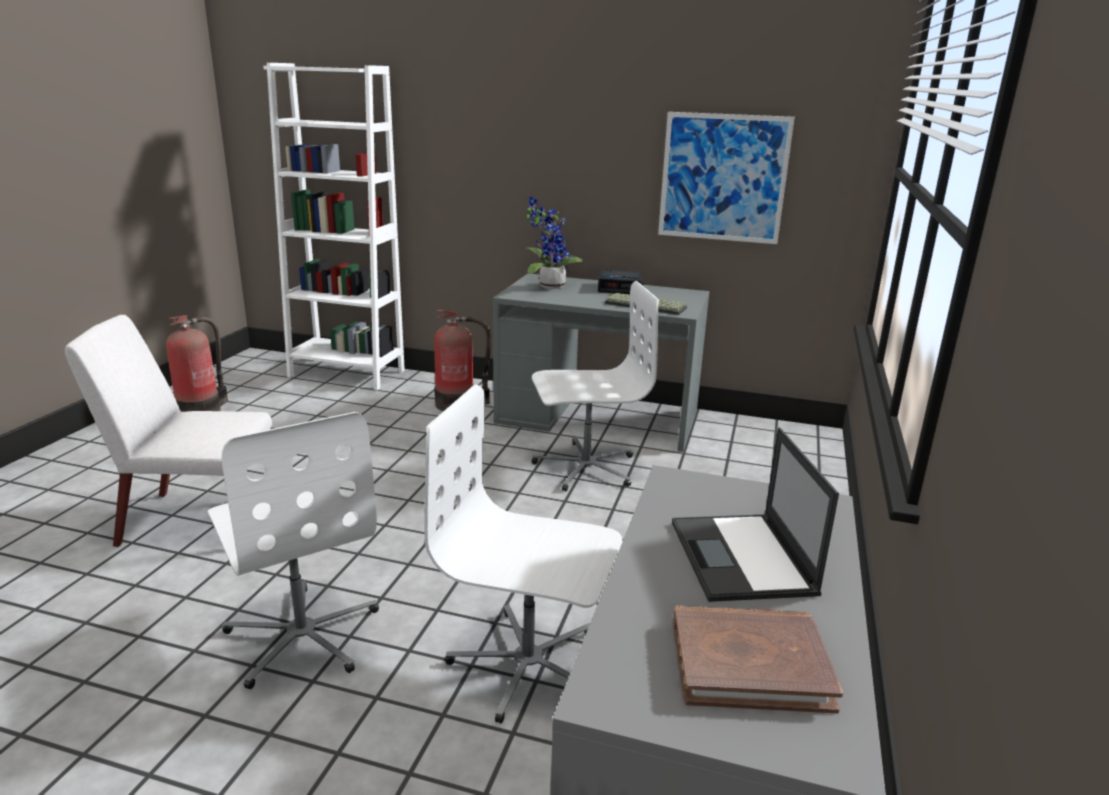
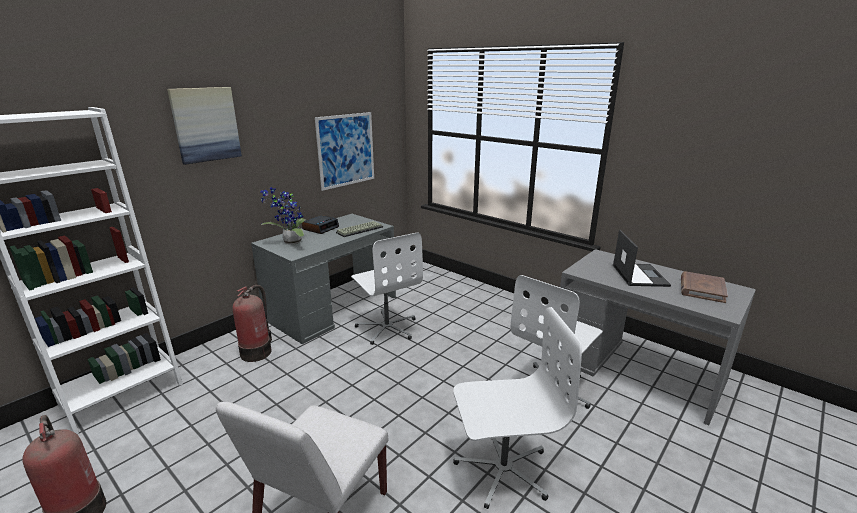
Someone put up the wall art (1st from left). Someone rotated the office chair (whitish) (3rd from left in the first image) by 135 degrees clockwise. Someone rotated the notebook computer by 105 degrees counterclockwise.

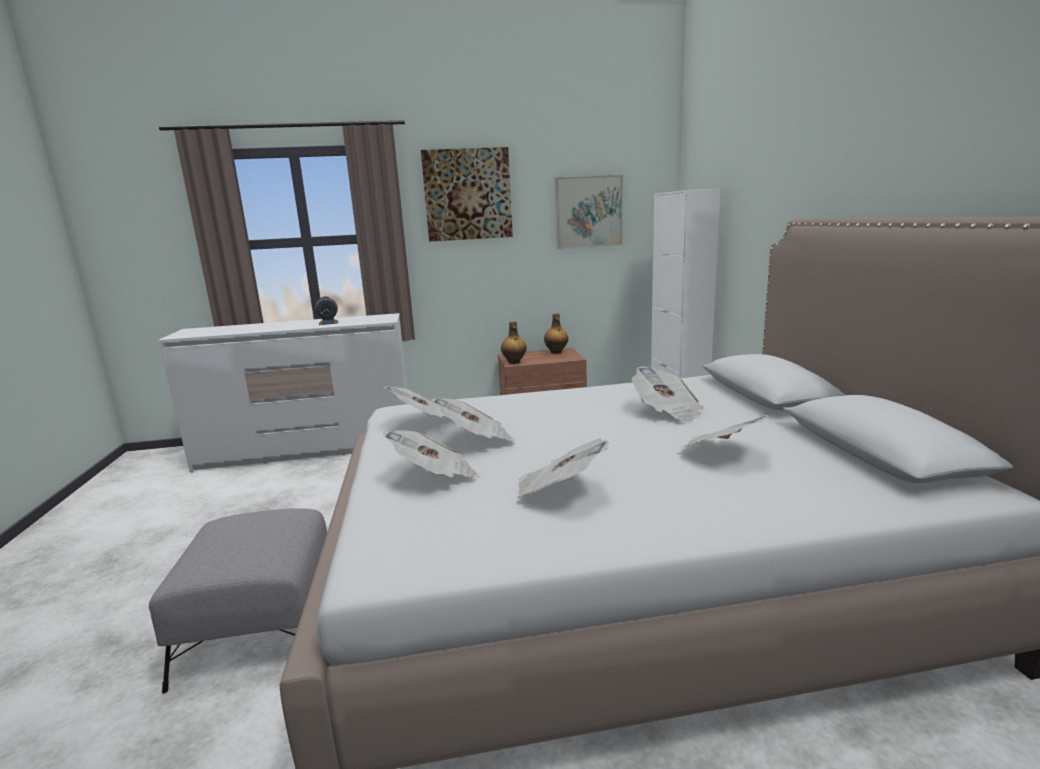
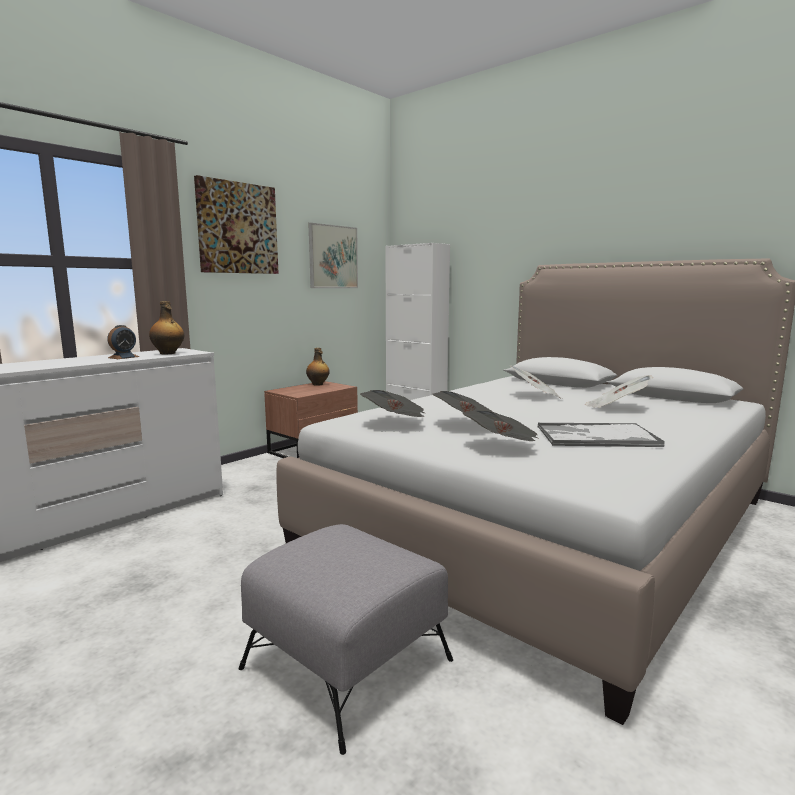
Someone carried the bottle (1st from left). Someone swapped the daily paper (4th from left) for the tray.

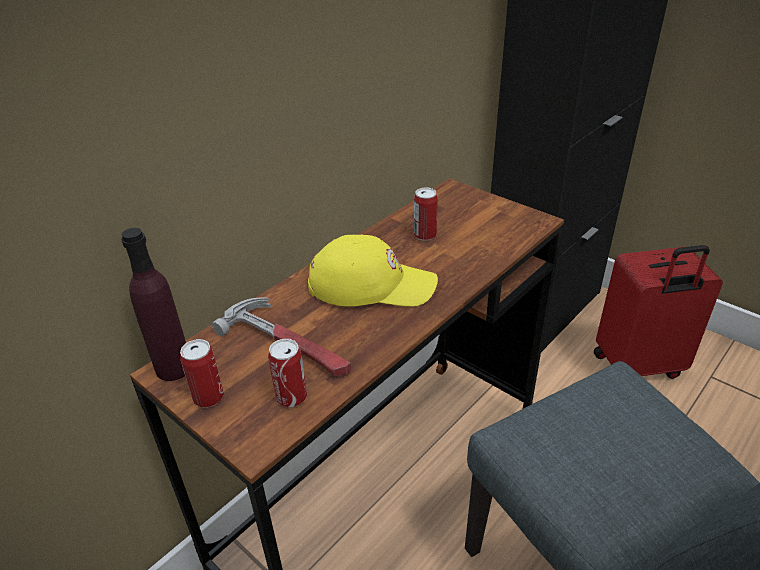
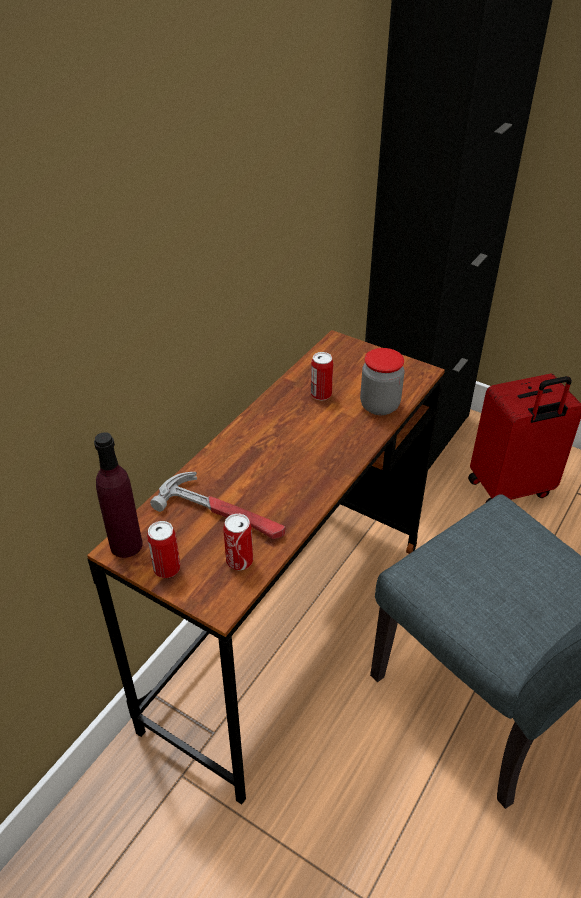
Someone put down the storage jar. Someone took away the cap (yellowish).

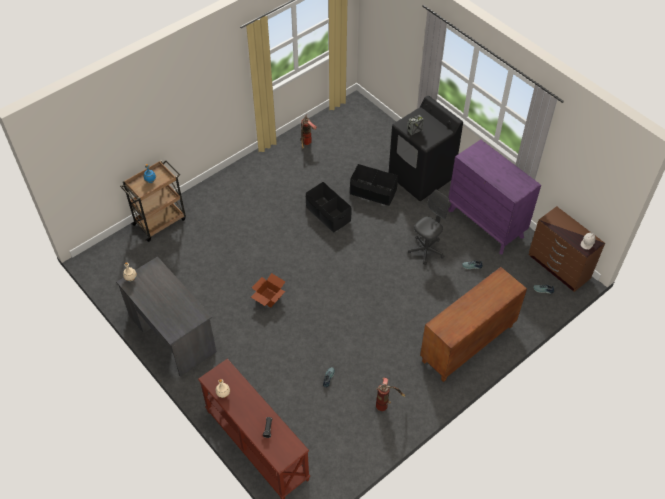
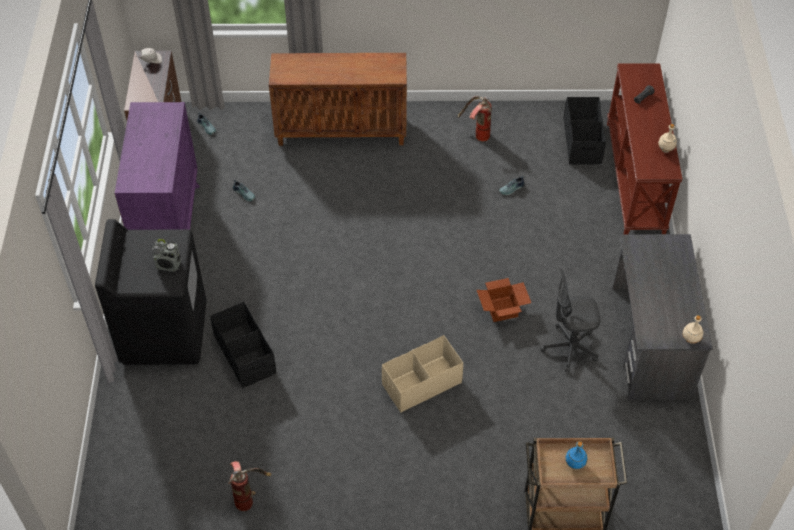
Someone put down the storage container (beige-coloured). Someone carried the office chair (gray). Someone carried the storage container (black) (1st from left in the first image).

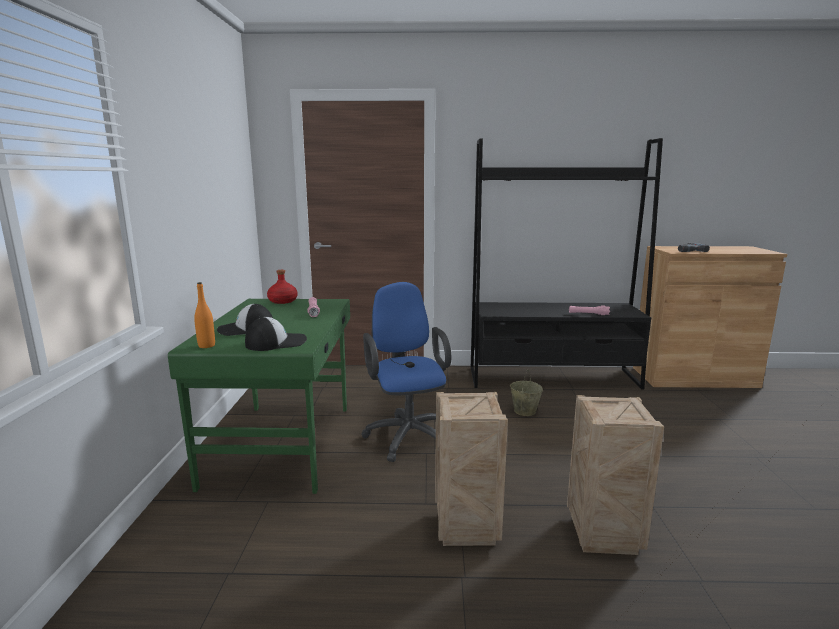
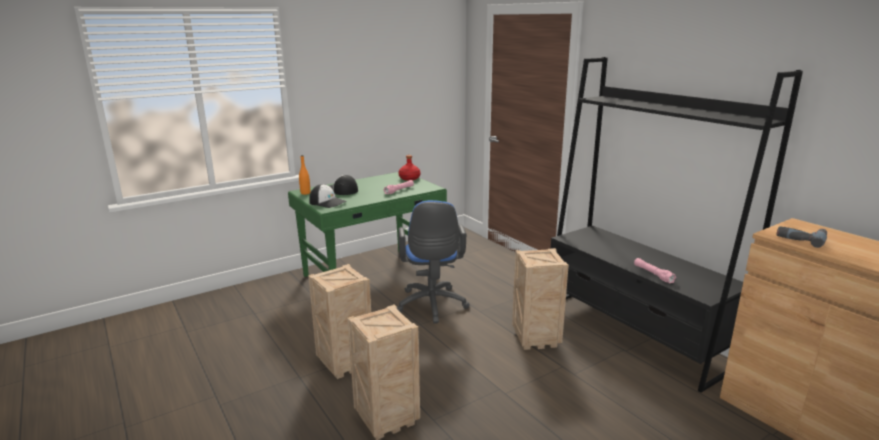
Someone rotated the office chair (bluish) by 135 degrees clockwise. Someone swapped the water bucket (beige-coloured) for the packing crate (3rd from left).

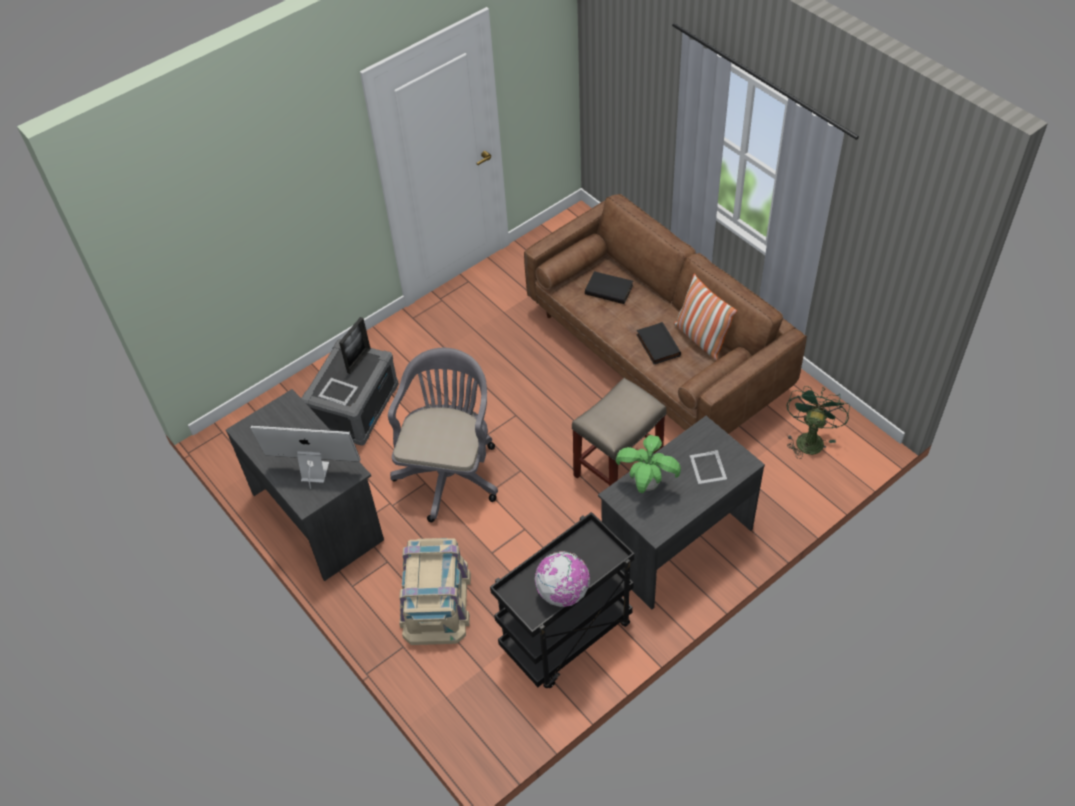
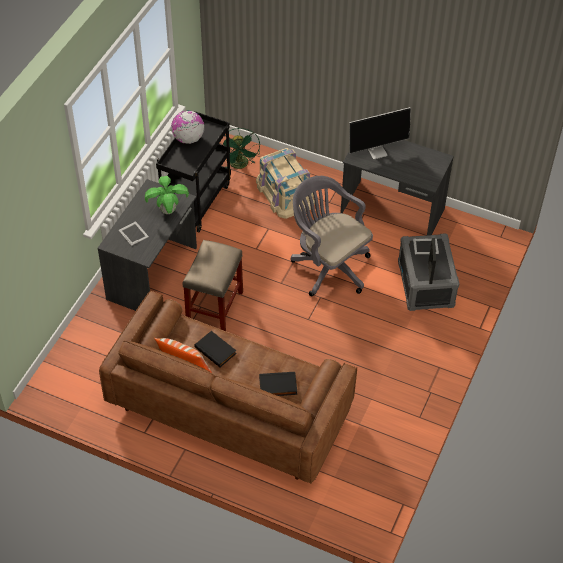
Someone carried the cooling fan (green-coloured). Someone rotated the office chair (gray) by 150 degrees clockwise.

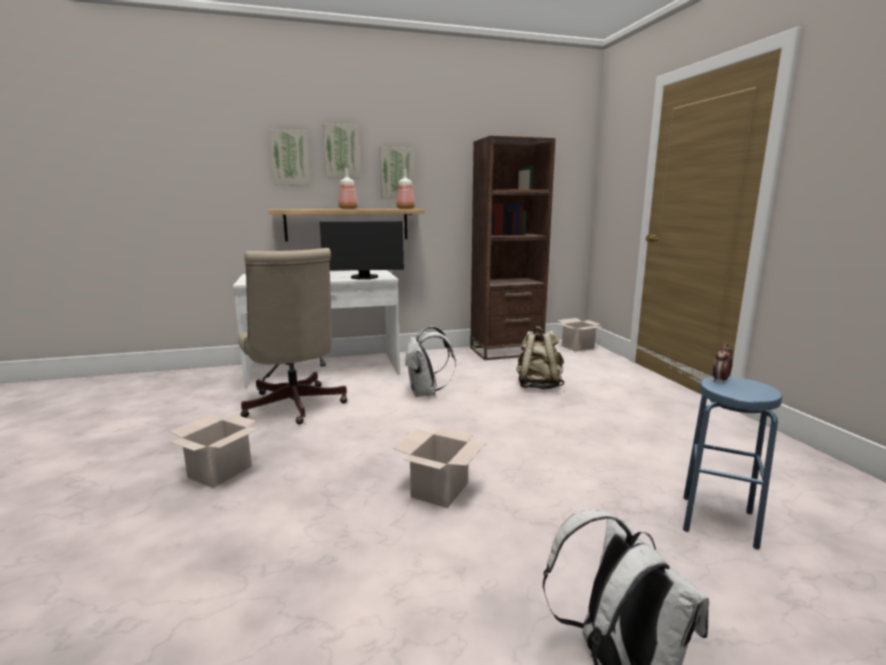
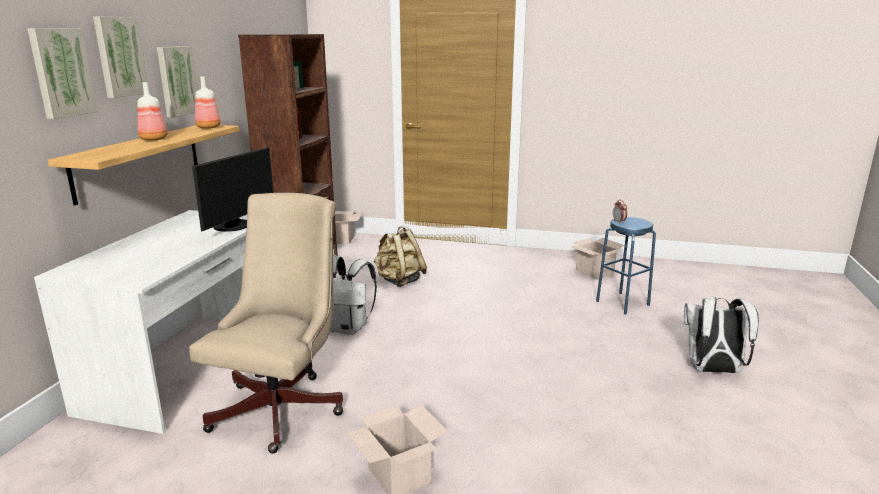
Someone rotated the office chair (beige-coloured) by 75 degrees counterclockwise. Someone carried the cardboard box (2nd from left in the first image).

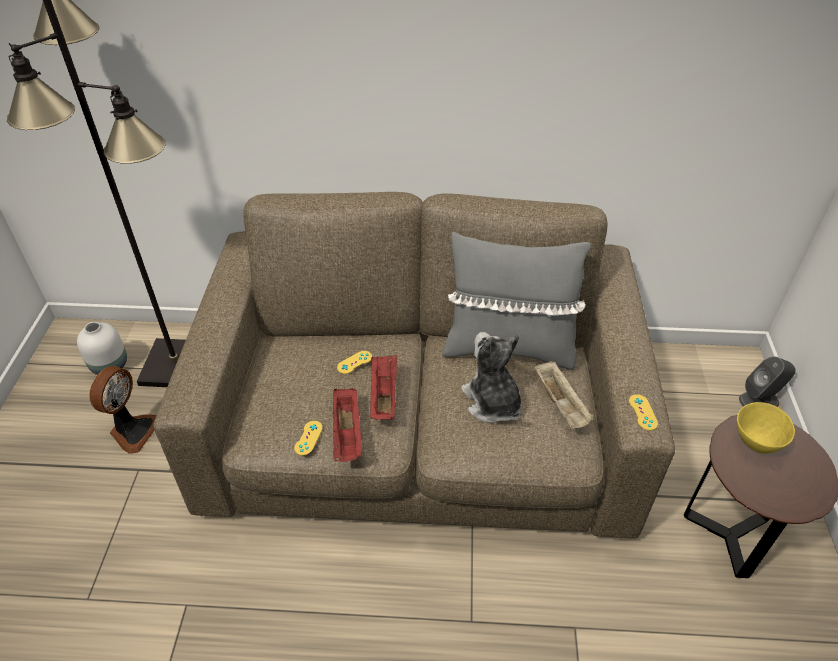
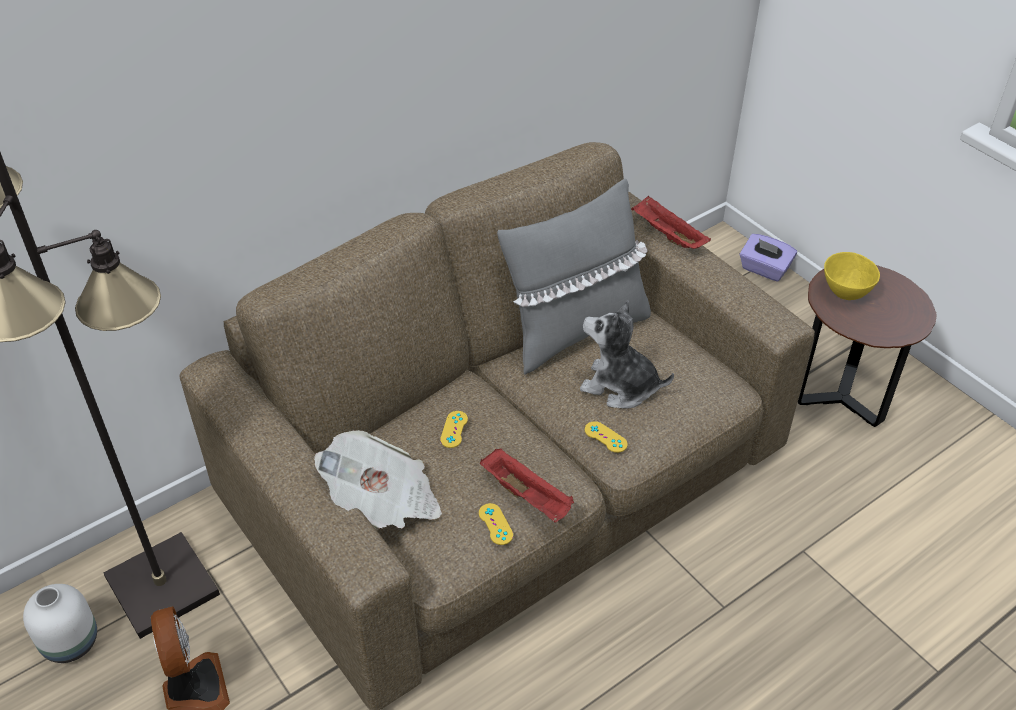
Someone put down the daily paper. Someone carried the gamepad (yellowish) (3rd from left). Someone carried the tray (red) (2nd from left). Someone swapped the audio speaker (gray) for the tissue holder (purplish). Someone took away the tray (beige-coloured).

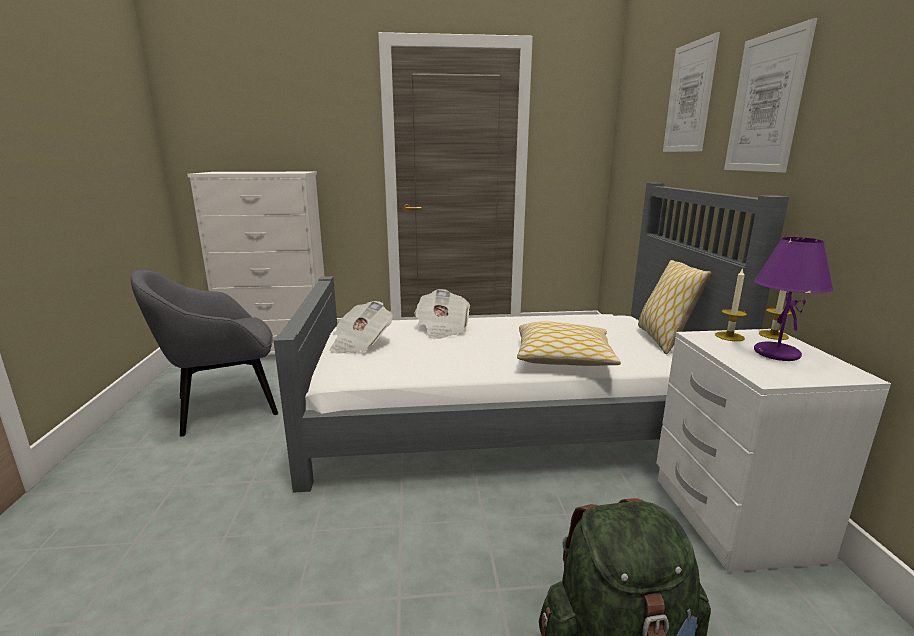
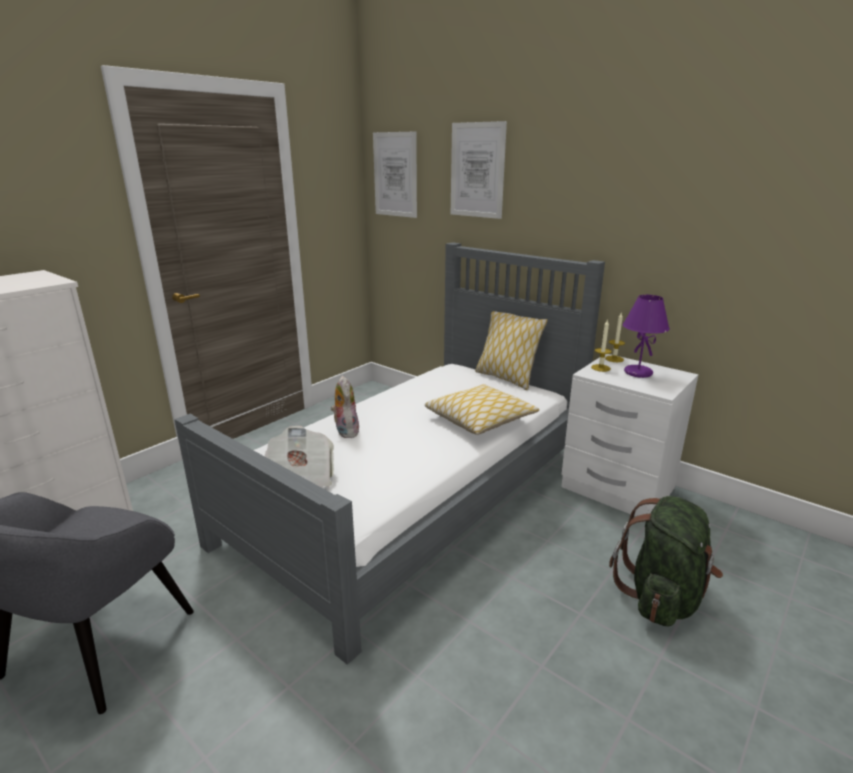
Someone swapped the daily paper (2nd from left) for the soft toy. Someone carried the wall art (2nd from left in the first image).

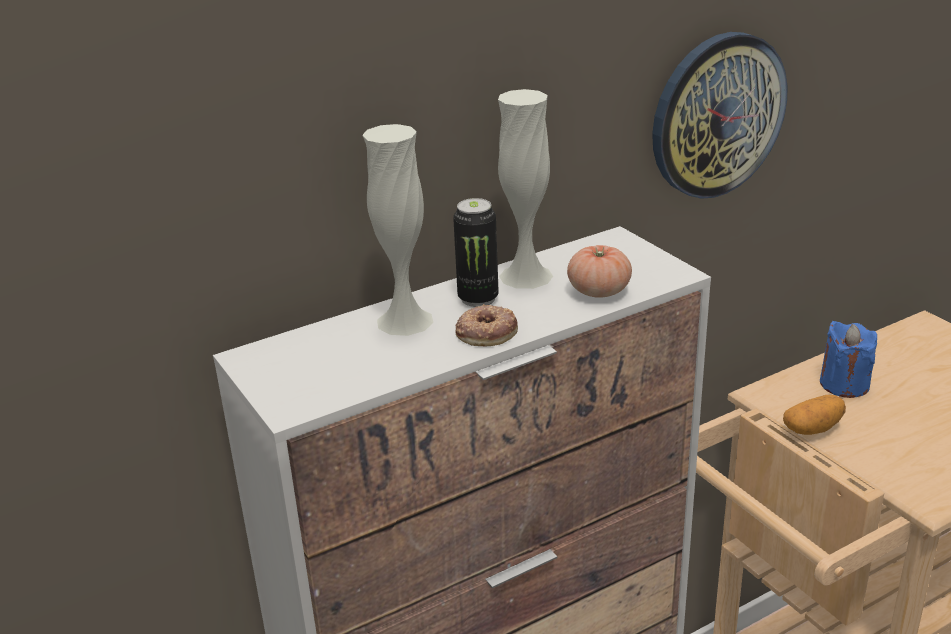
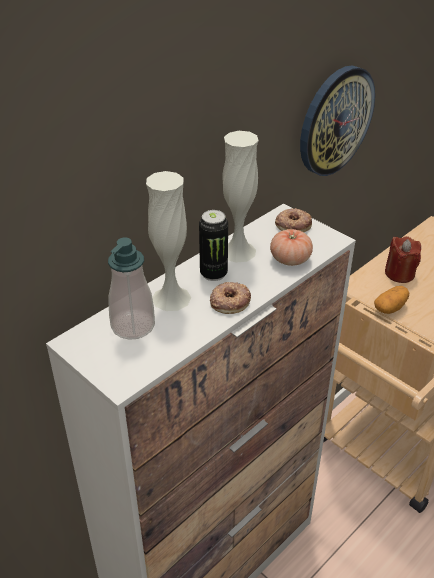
Someone put down the soap bottle. Someone put down the donut (2nd from left). Someone repainted the wax candle (bluish), which became the wax candle (red).

